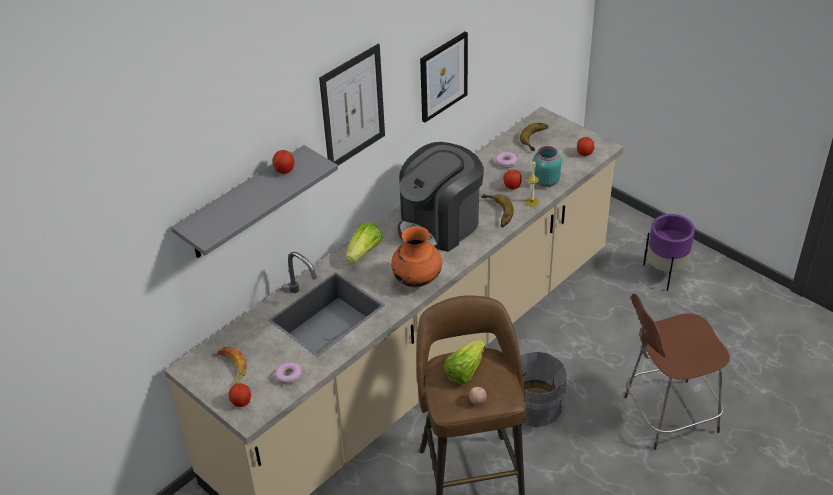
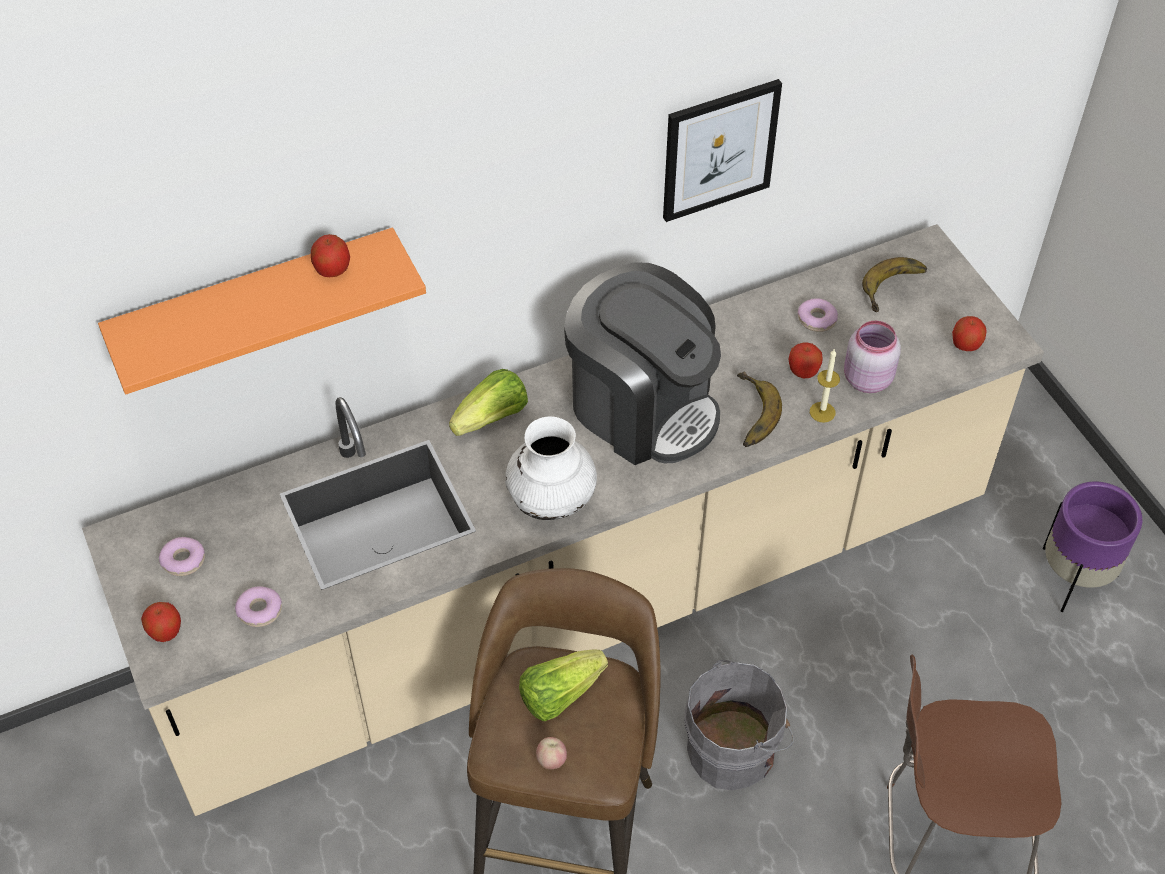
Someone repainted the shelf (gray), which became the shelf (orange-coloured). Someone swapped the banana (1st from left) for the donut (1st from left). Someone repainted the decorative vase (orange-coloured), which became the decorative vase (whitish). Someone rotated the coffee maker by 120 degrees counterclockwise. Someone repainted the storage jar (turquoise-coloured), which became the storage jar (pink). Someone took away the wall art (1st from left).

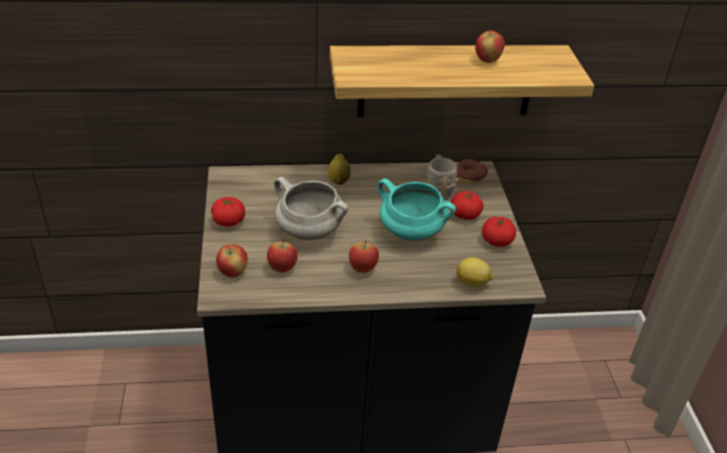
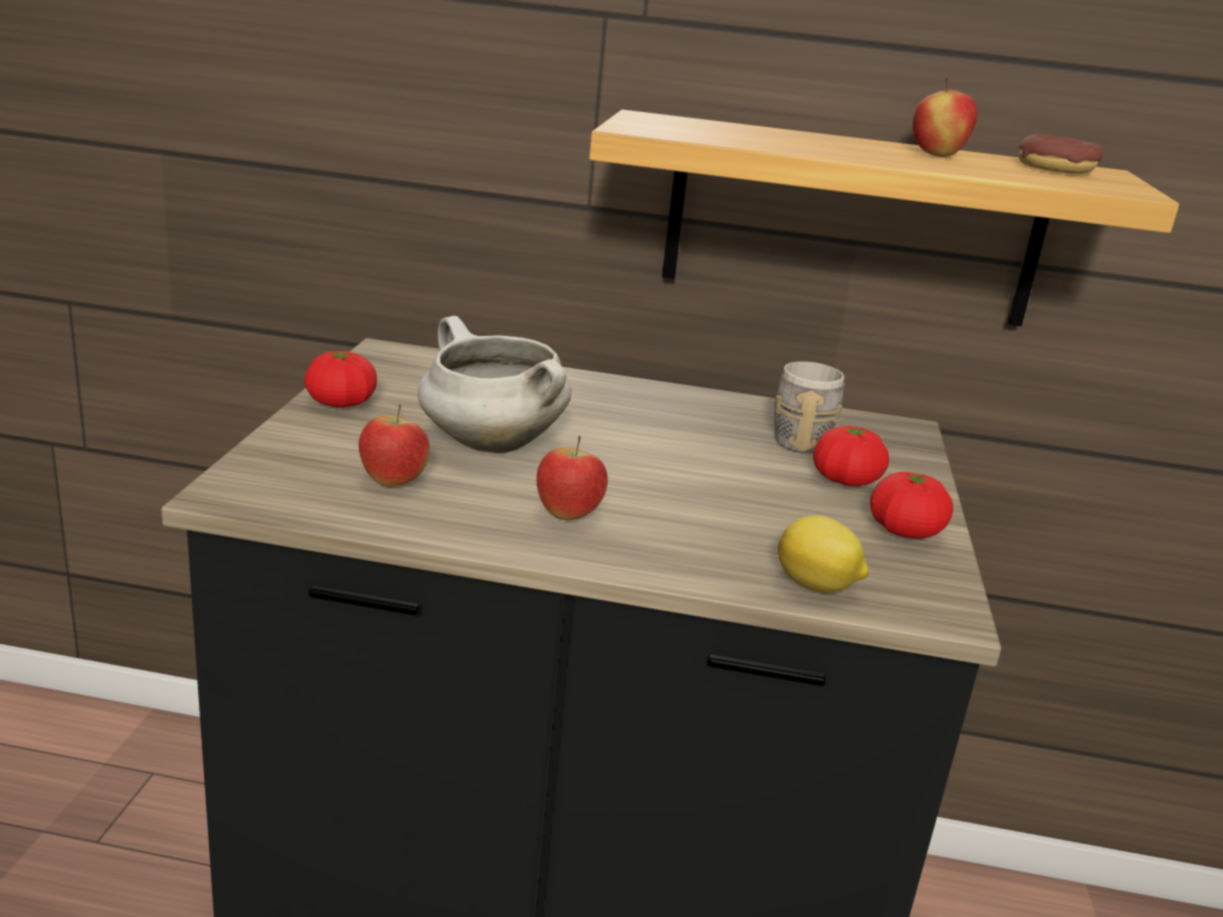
Someone carried the donut. Someone took away the whole apple (1st from left). Someone took away the whole lemon (1st from left). Someone took away the saucepot (turquoise-coloured).

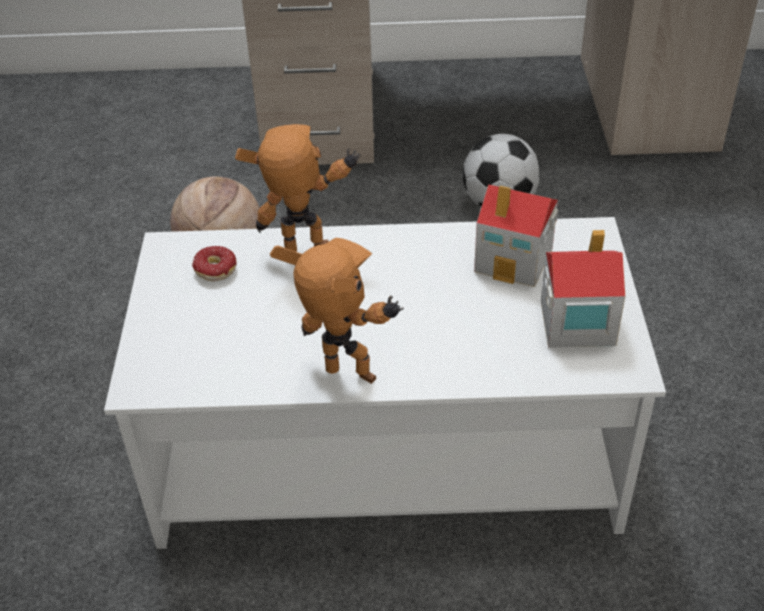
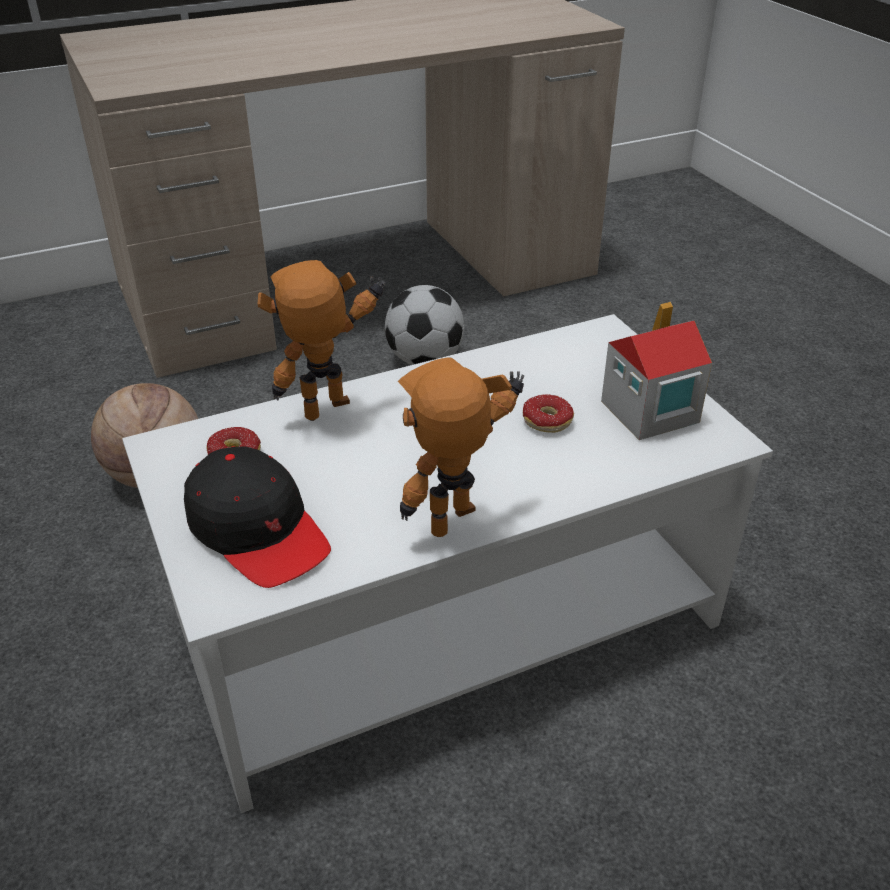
Someone put down the cap (black). Someone rotated the model robot (2nd from left) by 45 degrees counterclockwise. Someone put down the donut (2nd from left). Someone took away the miniature house (1st from left).

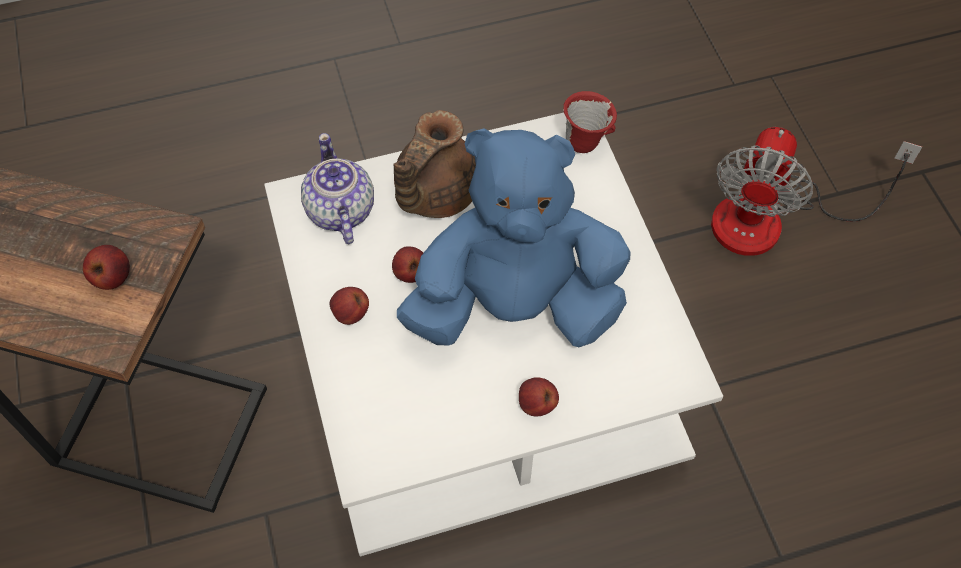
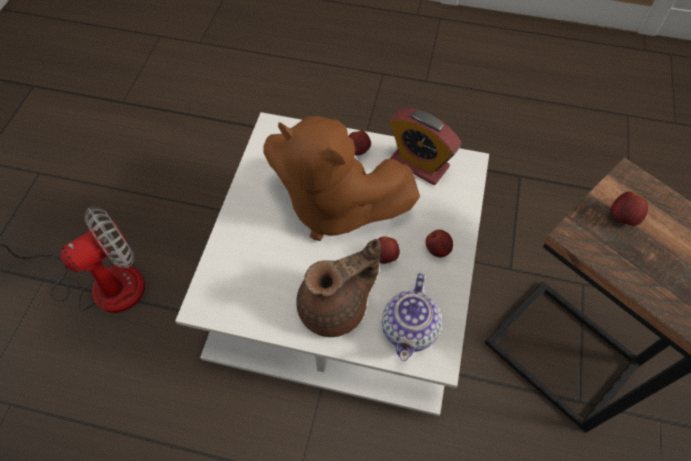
Someone repainted the soft toy (bluish), which became the soft toy (brownish). Someone put down the bedside clock. Someone took away the coffee mug (red).

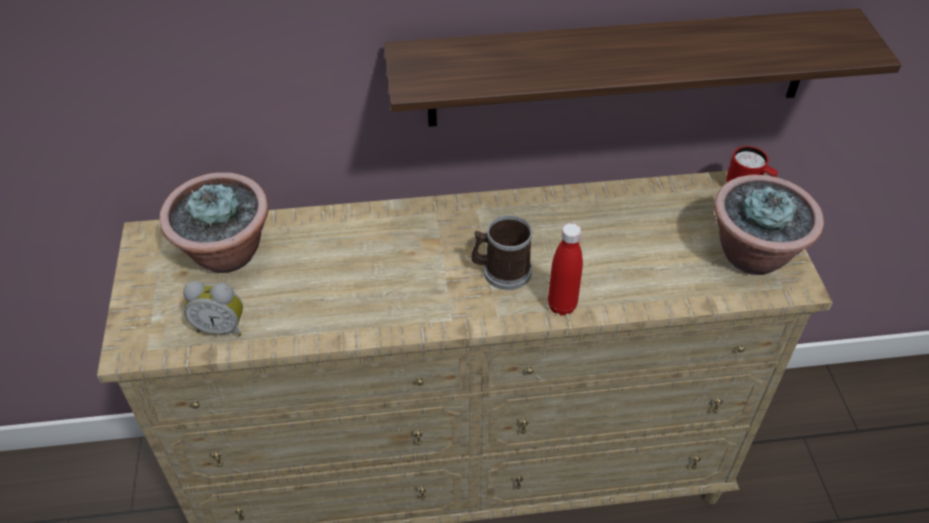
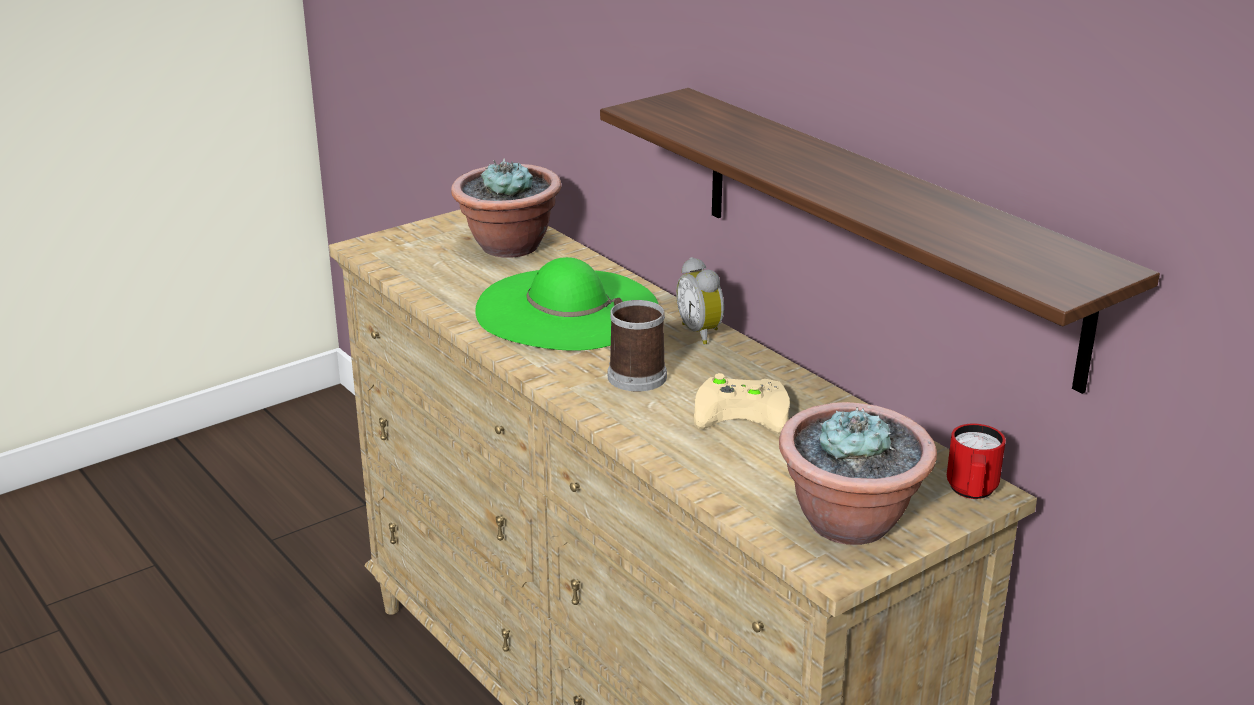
Someone put down the hat (green-coloured). Someone carried the bedside clock. Someone put down the gamepad (beige-coloured). Someone took away the bottle (red).

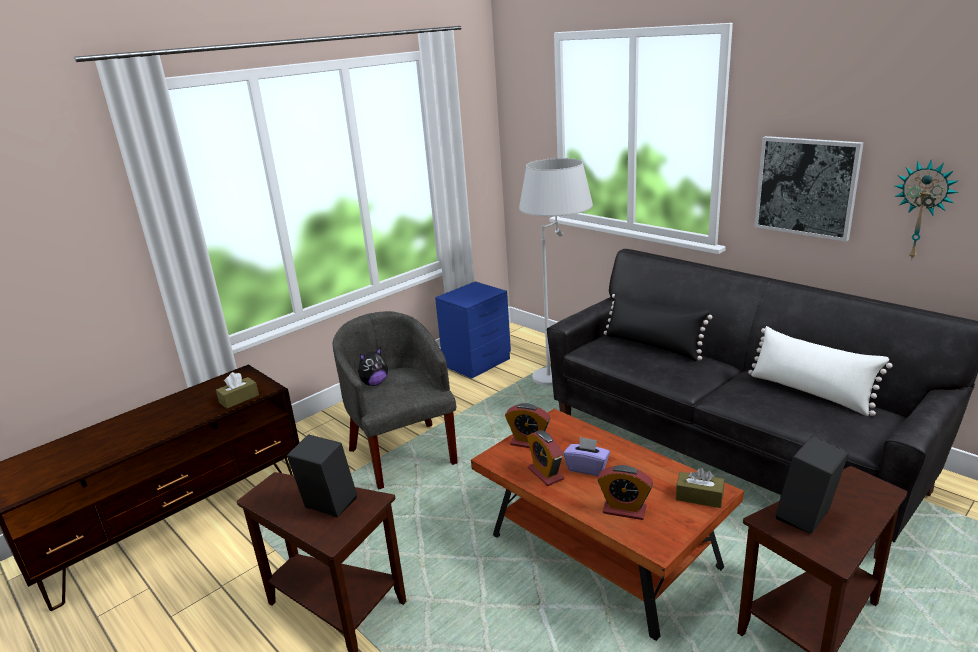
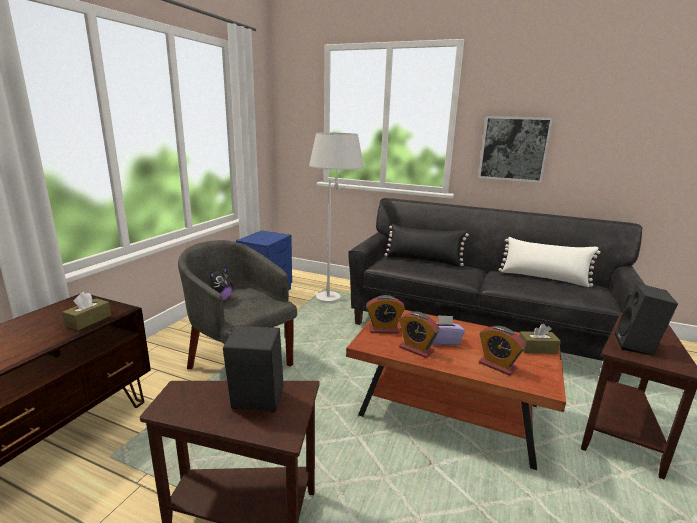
Someone rotated the bedside clock (3rd from left) by 45 degrees clockwise. Someone took away the clock on the wall.

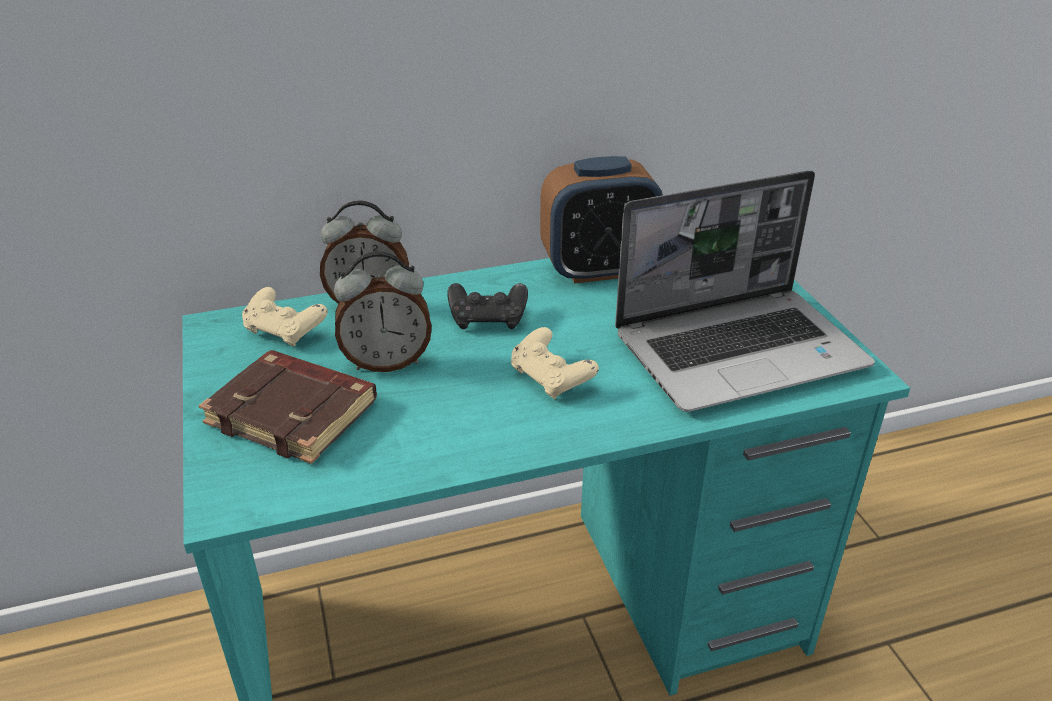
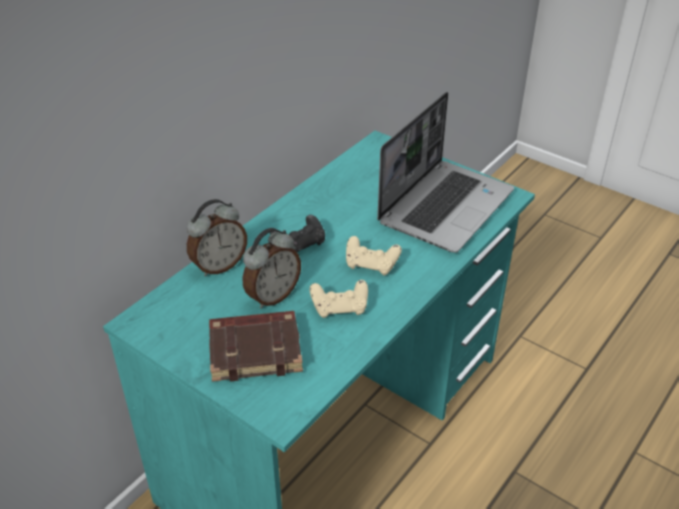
Someone carried the gamepad (beige-coloured) (1st from left). Someone took away the bedside clock (3rd from left).

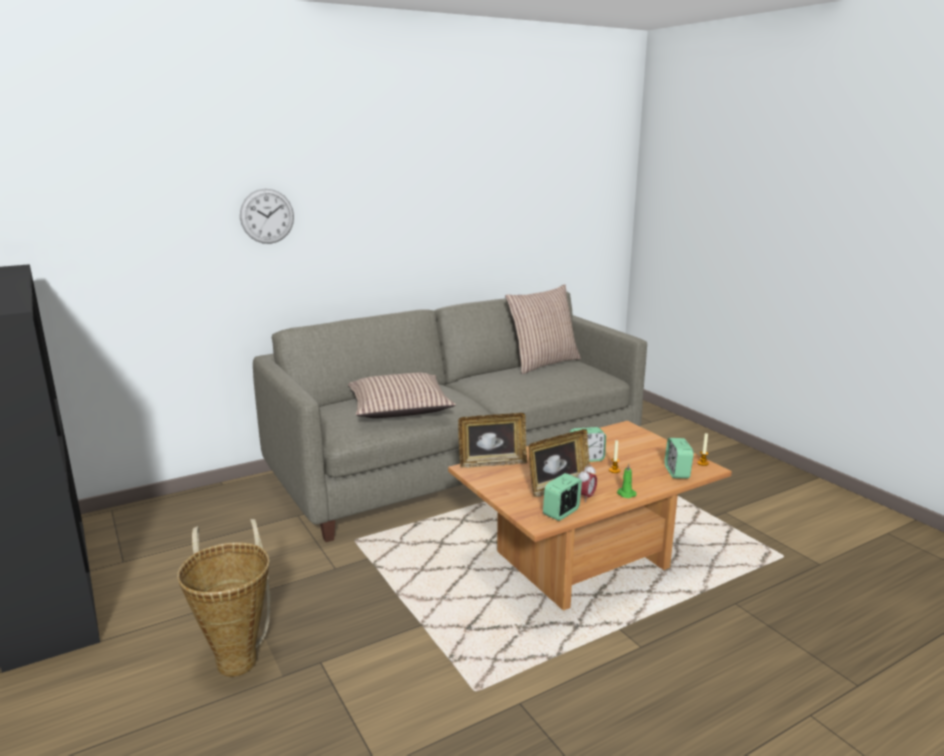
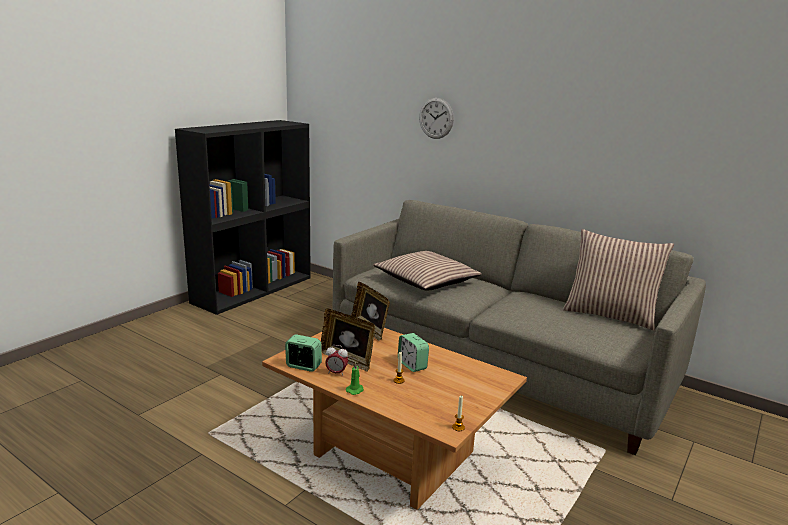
Someone took away the household basket. Someone took away the bedside clock (4th from left).

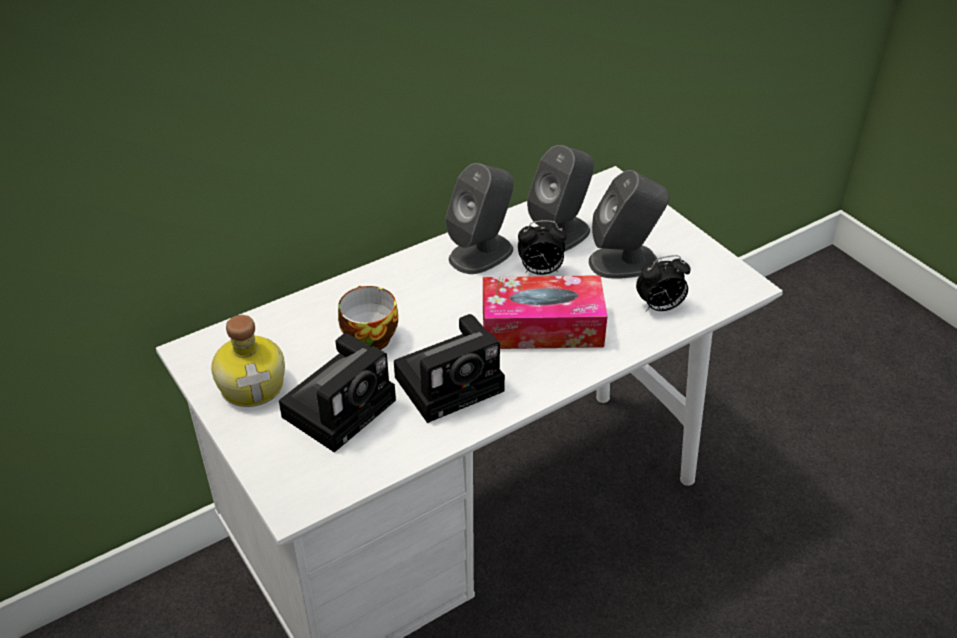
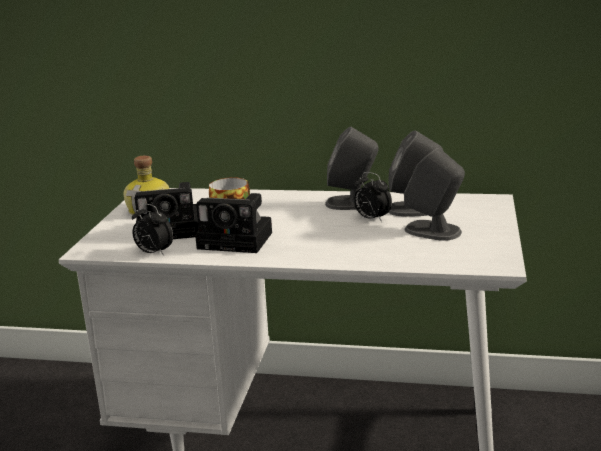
Someone carried the bedside clock (2nd from left in the first image). Someone took away the tissue holder.

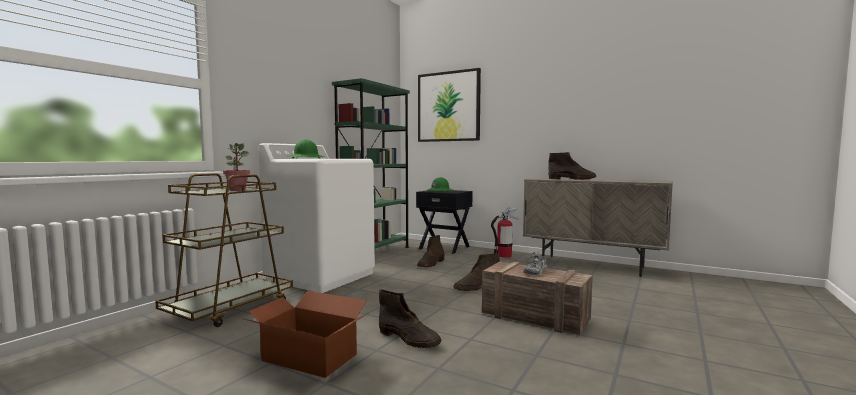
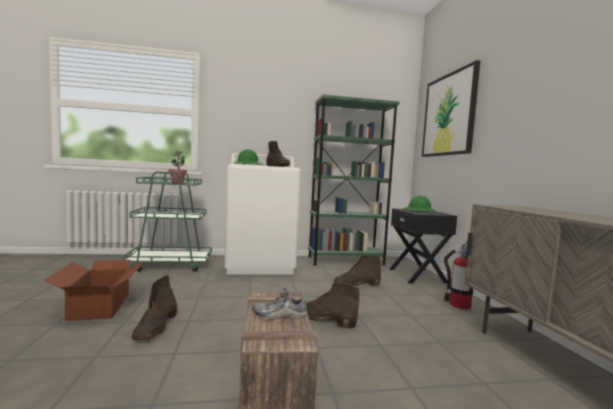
Someone repainted the wheeled cart (brownish), which became the wheeled cart (green-coloured). Someone carried the boot (brownish) (4th from left in the first image).

